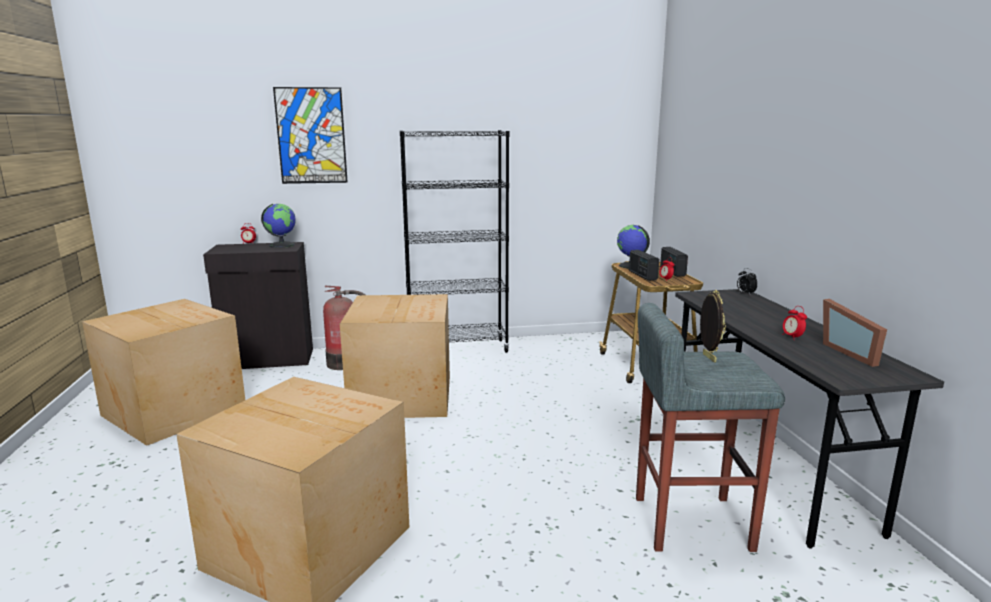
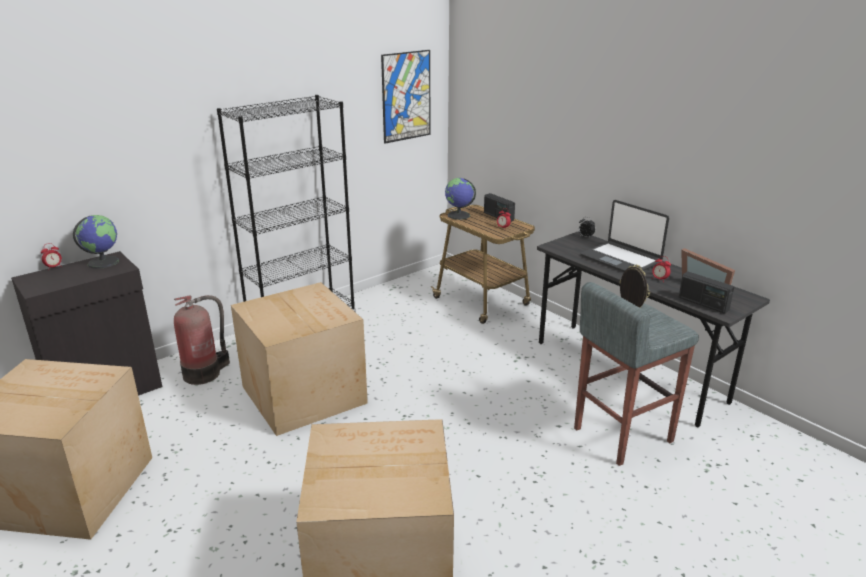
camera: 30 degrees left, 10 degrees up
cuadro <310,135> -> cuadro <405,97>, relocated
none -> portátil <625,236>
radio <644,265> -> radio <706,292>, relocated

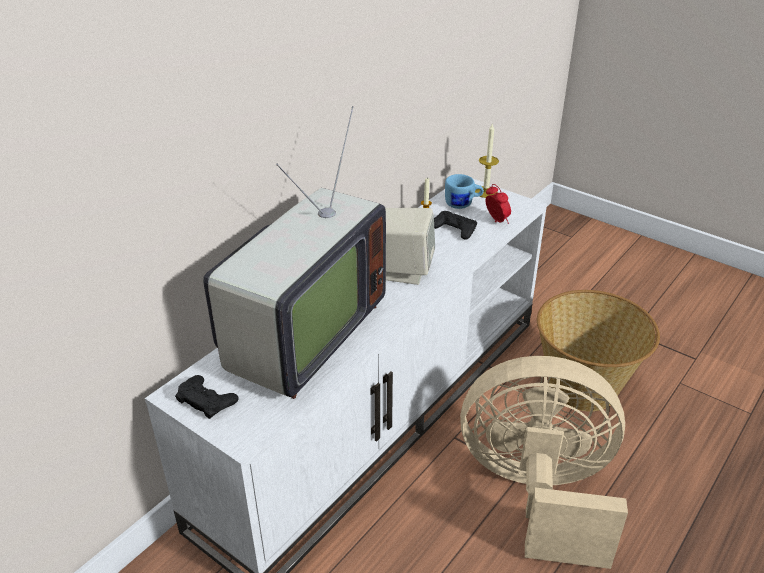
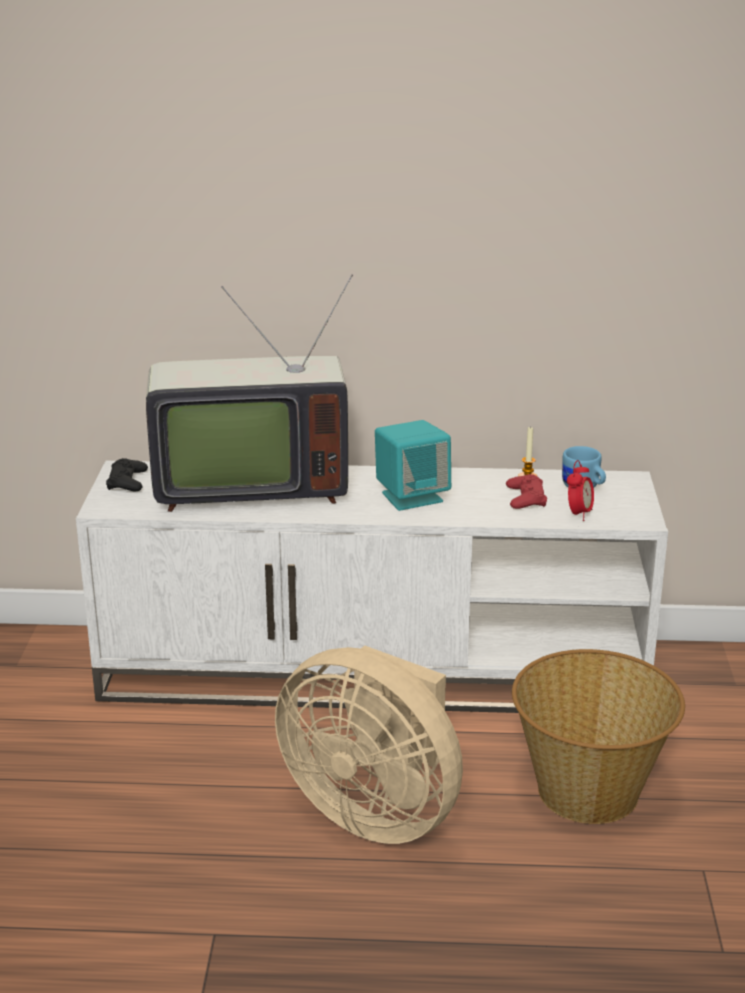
camera: 55 degrees right, 10 degrees down
ventilador [beis] <544,462> -> ventilador [beis] <369,745>, 150 degrees clockwise
altavoz [beis] <410,246> -> altavoz [turquesa] <413,465>
mando de consola [negro] <455,225> -> mando de consola [rojo] <526,491>
vela <487,161> -> none

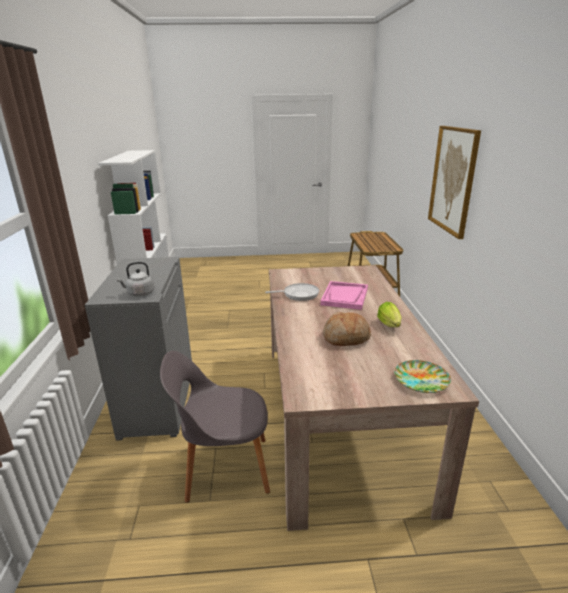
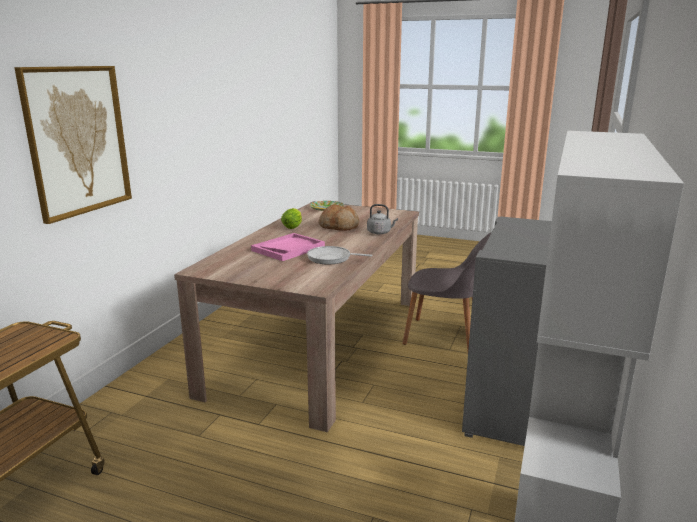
camera: 155 degrees left, 5 degrees down
hervidor [gris] <135,279> -> hervidor [gris] <382,219>, relocated

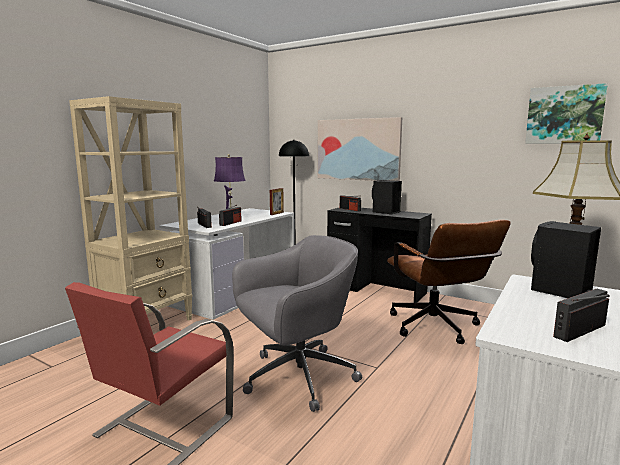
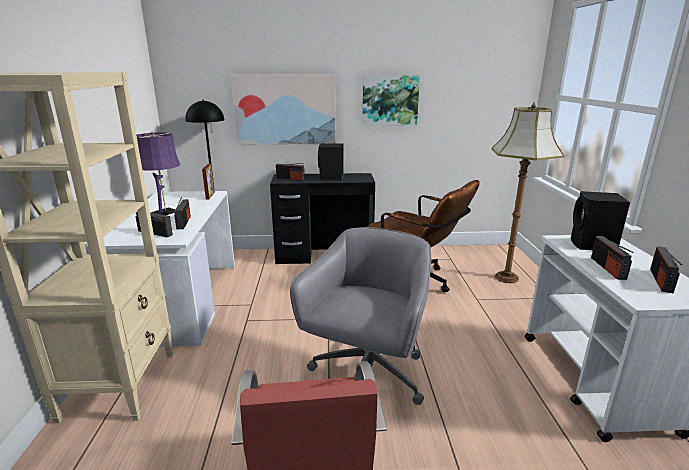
camera: 35 degrees left, 10 degrees up
cuadro <566,113> -> cuadro <391,100>, relocated
none -> radio <612,258>

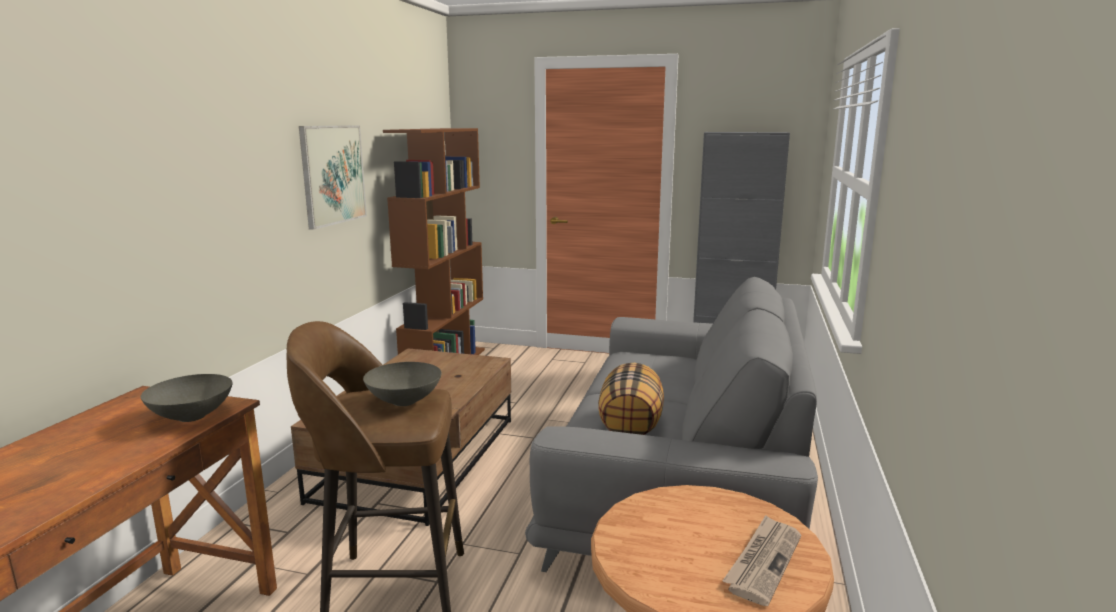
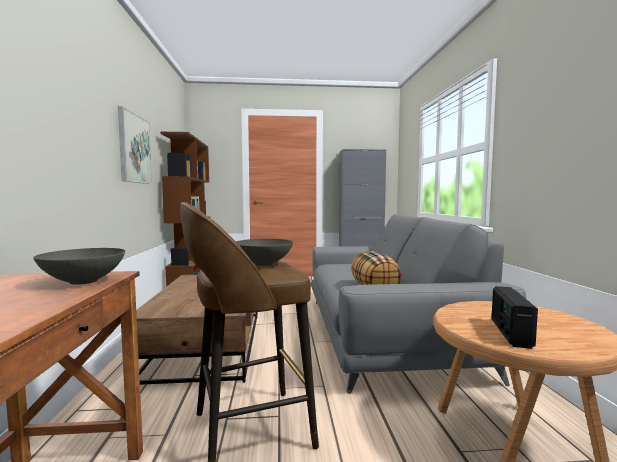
camera: 20 degrees left, 10 degrees down
none -> radio <514,317>
periódico <761,560> -> none

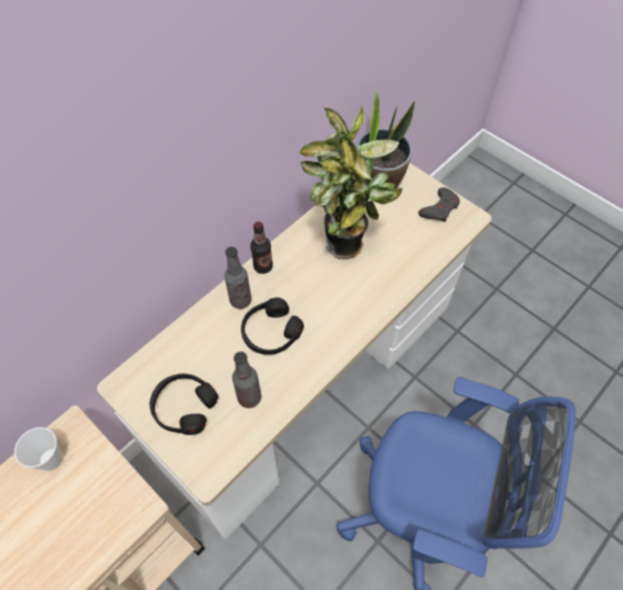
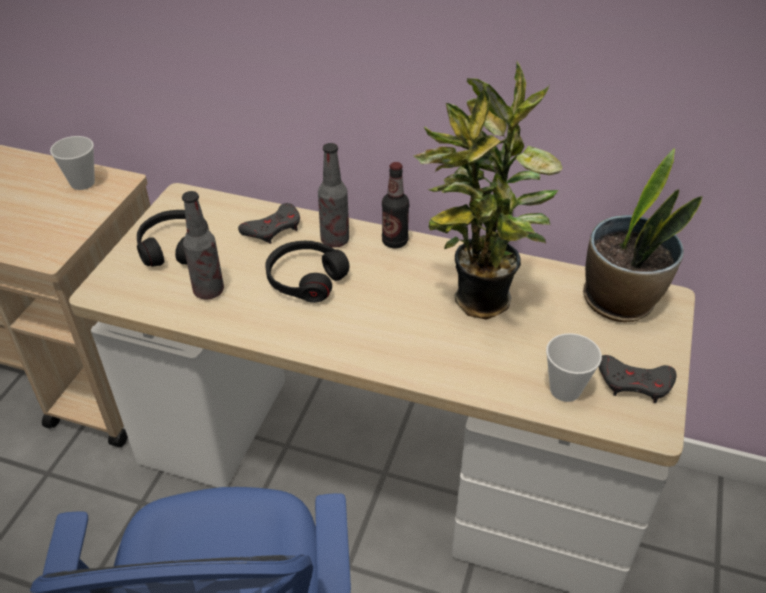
camera: 65 degrees right, 15 degrees down
none -> mando de consola [gris] <269,223>
none -> taza <574,367>

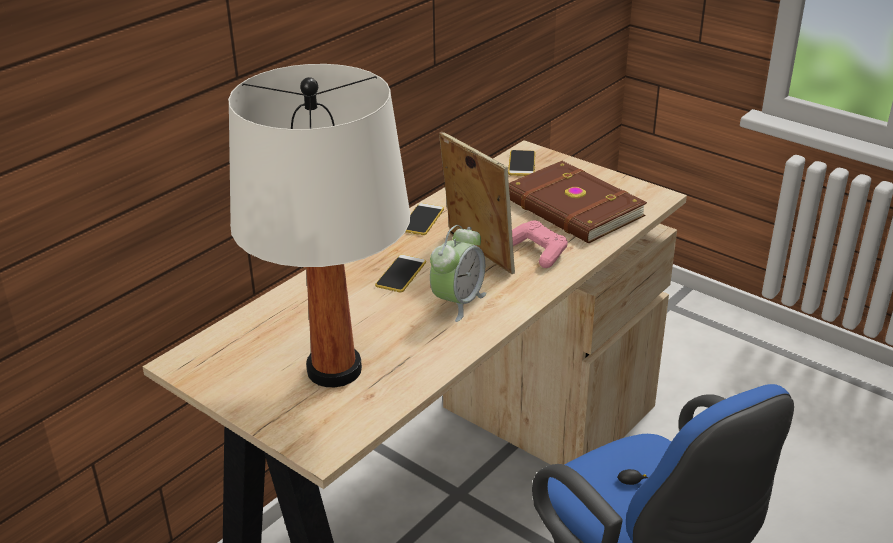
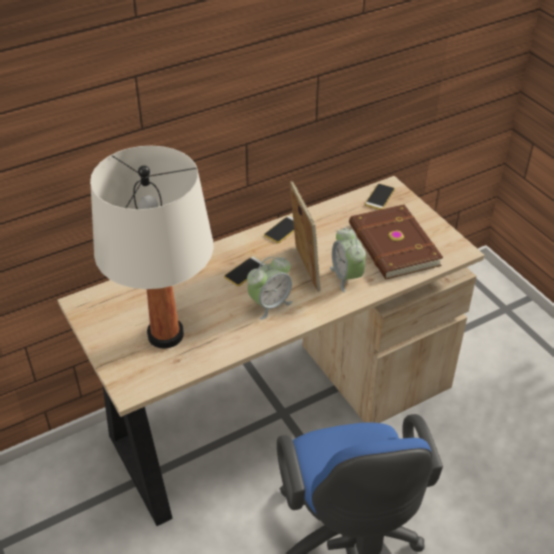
camera: 20 degrees right, 10 degrees up
mando de consola [rosa] <540,244> -> despertador <348,260>

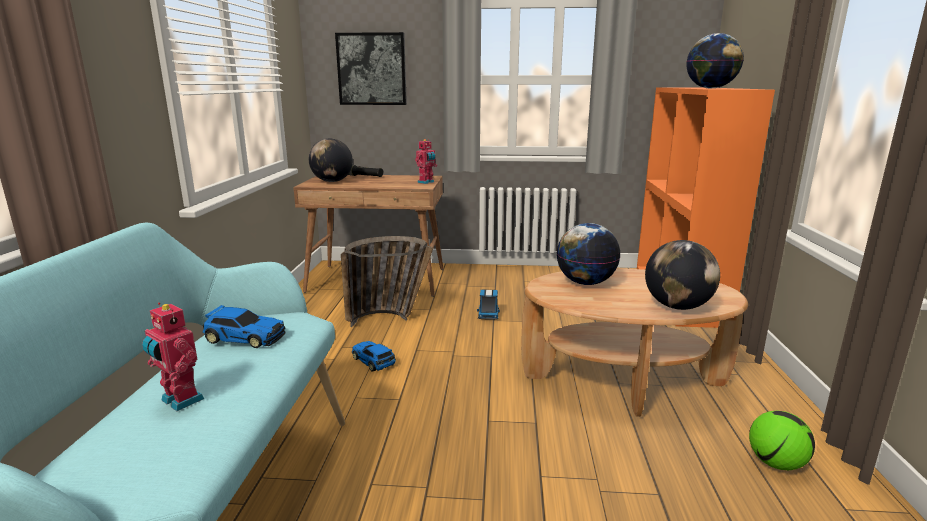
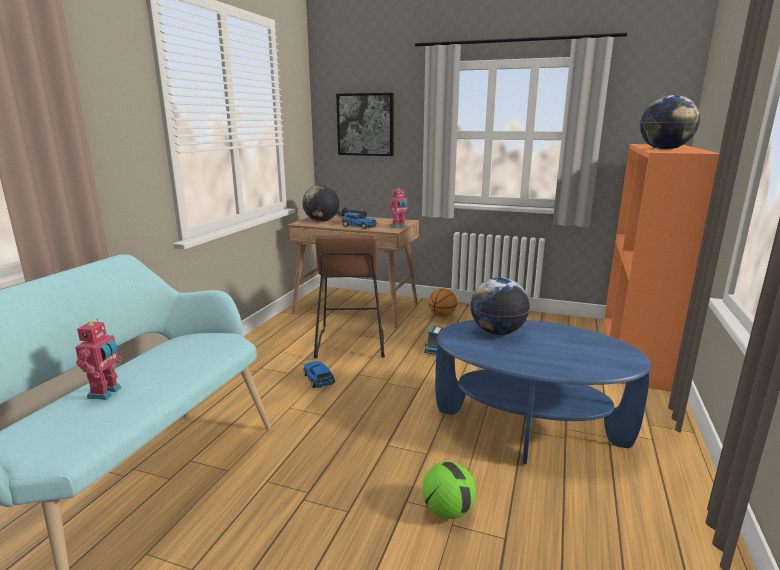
camera: 15 degrees right, 0 degrees up
robot de juguete <173,357> -> robot de juguete <98,359>, 135 degrees counterclockwise
cesta <387,281> -> taburete [marrón] <349,296>
coche de juguete <244,326> -> coche de juguete <359,220>, relocated
balón de fútbol <782,440> -> balón de fútbol <449,490>, relocated
none -> balón de baloncesto <442,302>
mesa de centro [marrón] <634,342> -> mesa de centro [azul] <543,392>
globo terráqueo <682,275> -> none

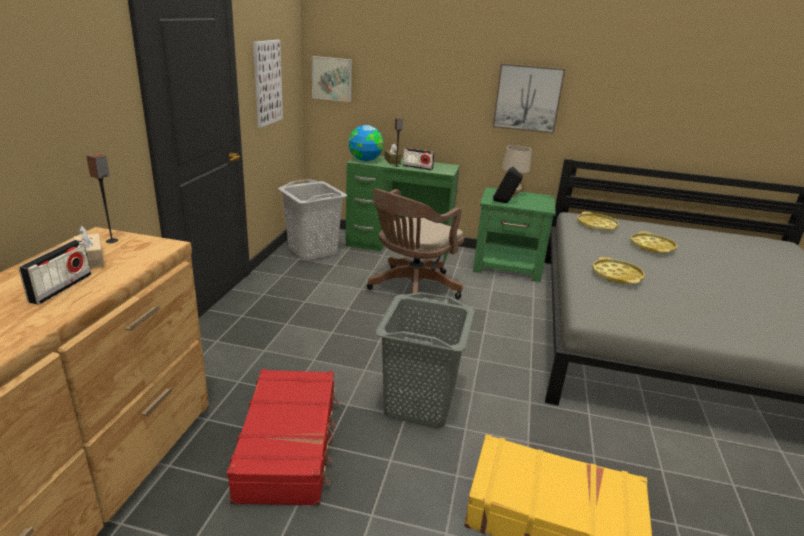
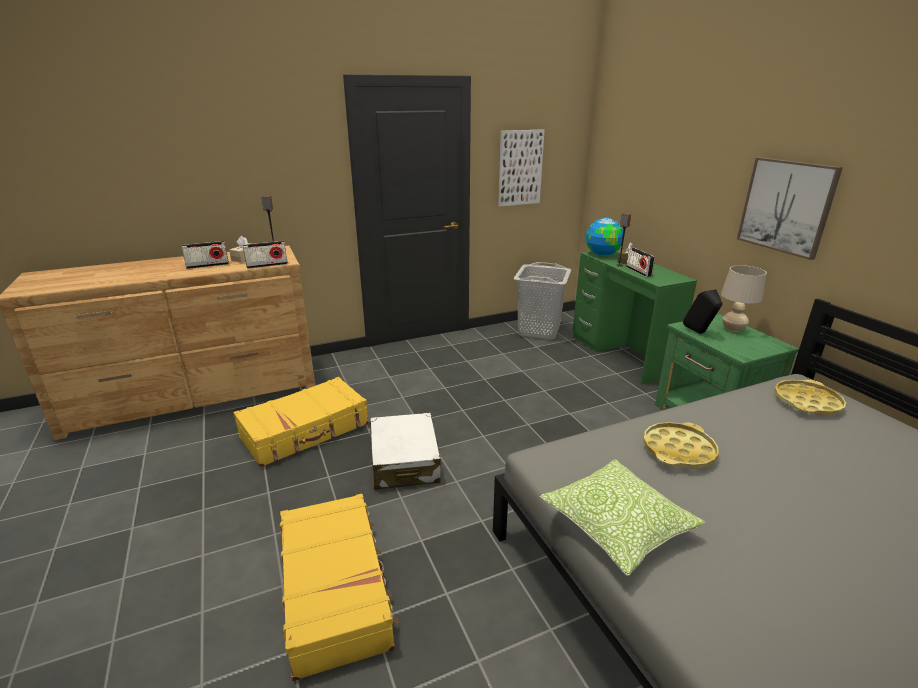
camera: 55 degrees right, 0 degrees up
maleta [rojo] <283,437> -> maleta [amarillo] <301,422>
none -> radio <265,255>
cesto de la ropa [gris] <425,360> -> maleta [blanco] <405,451>
none -> cojín <623,517>
cuadro <332,79> -> none
silla de oficina [marrón] <415,247> -> none
bandeja [amarillo] <654,243> -> none

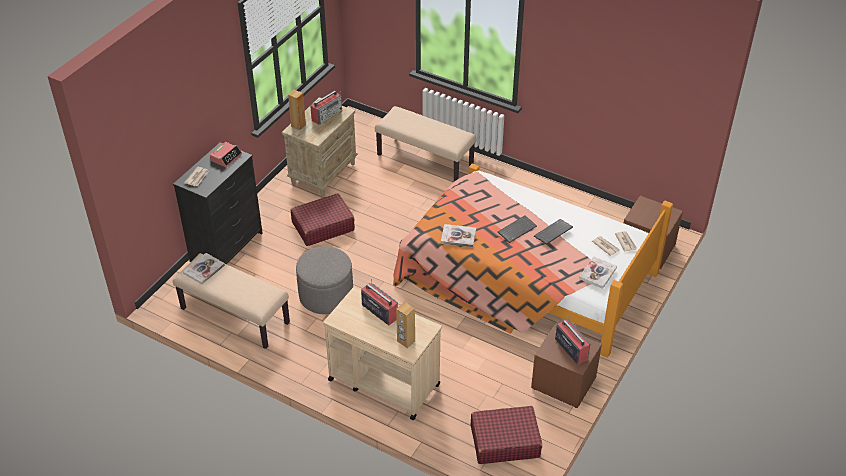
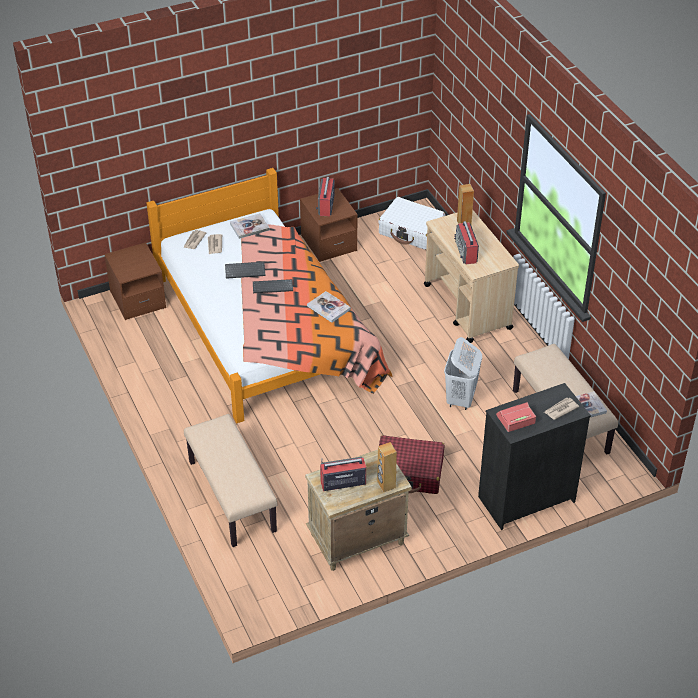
camera: 145 degrees left, 0 degrees up
maleta [rojo] <506,435> -> maleta [blanco] <411,223>
puf [gris] <324,280> -> cesto de la ropa [blanco] <463,373>

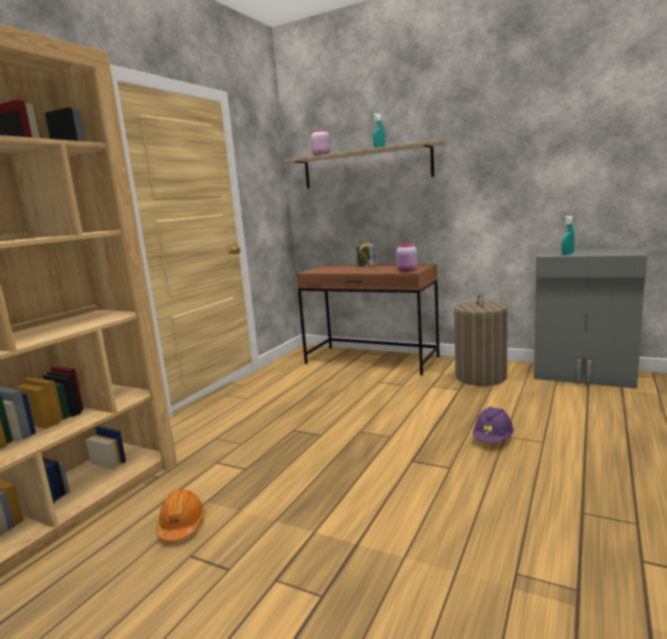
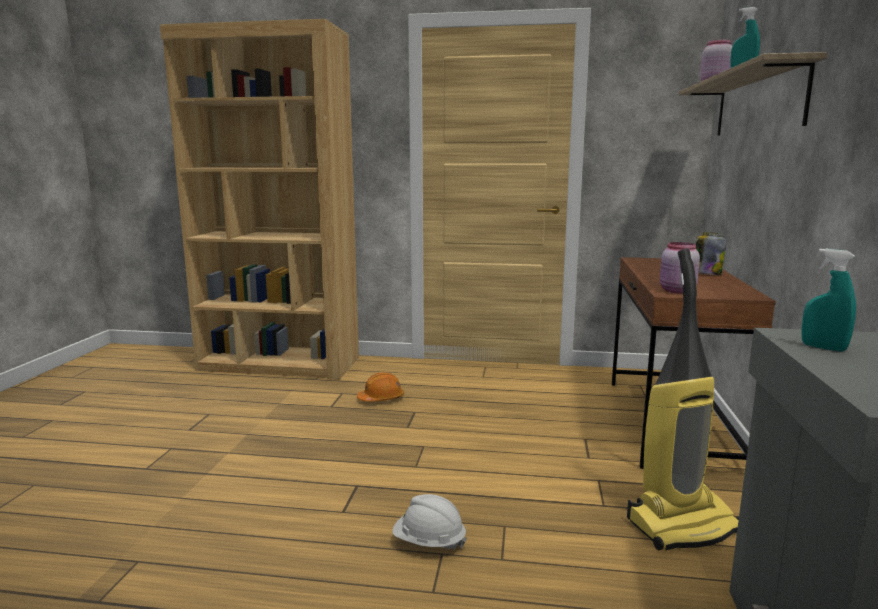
camera: 70 degrees right, 0 degrees up
casco [naranja] <181,515> -> casco [naranja] <380,387>, relocated
casco [morado] <493,425> -> casco [blanco] <429,521>
cesto de la ropa <481,340> -> aspiradora <683,399>

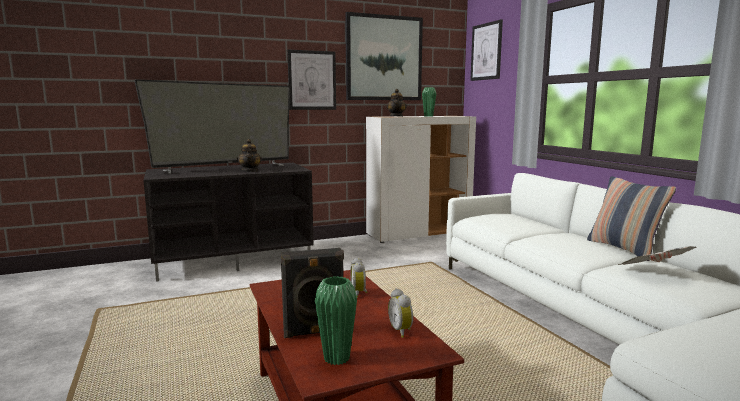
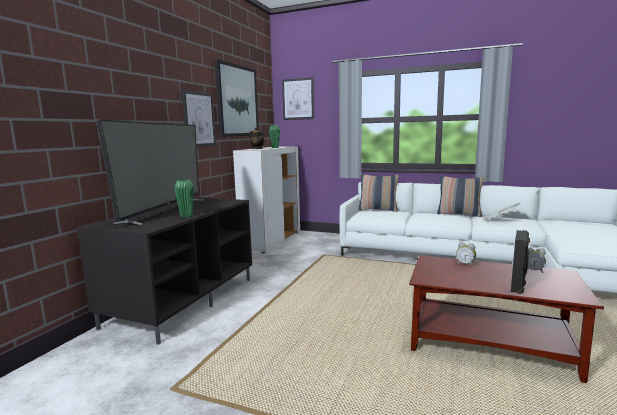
camera: 45 degrees left, 0 degrees up
florero [verde] <336,320> -> florero [verde] <184,198>, relocated
none -> cojín <378,193>
tetera <249,155> -> none

